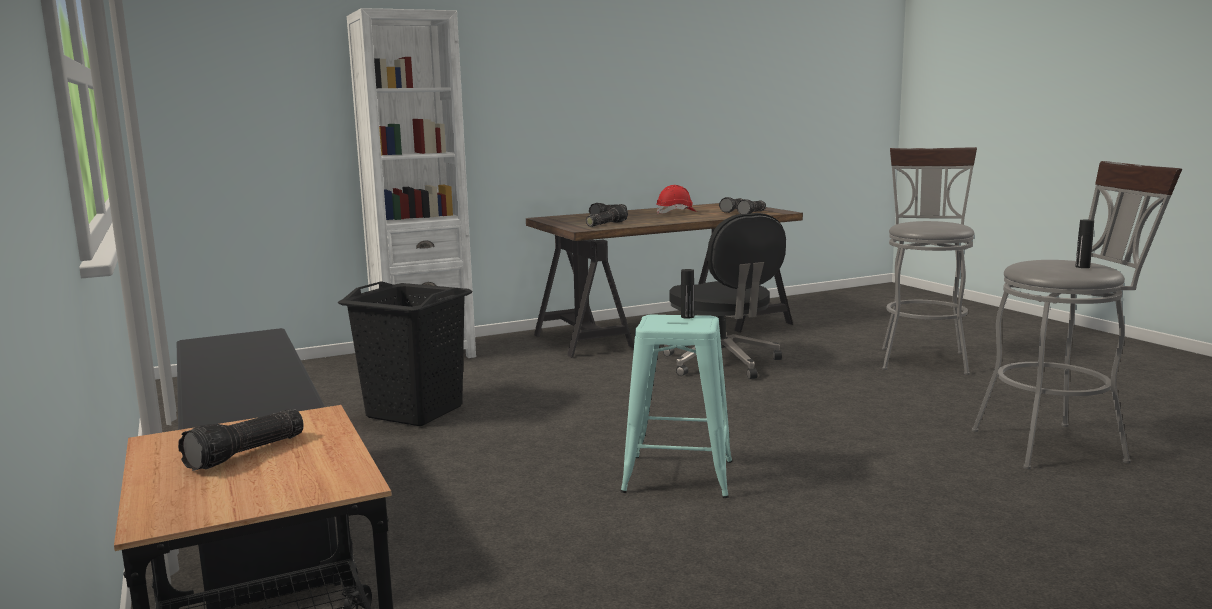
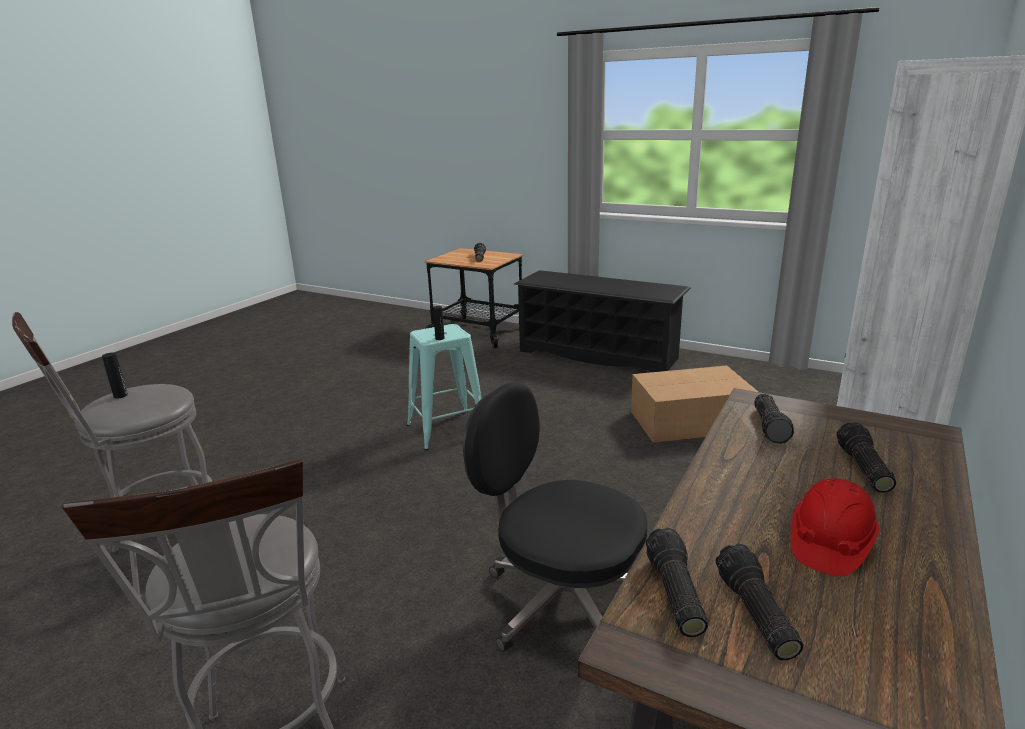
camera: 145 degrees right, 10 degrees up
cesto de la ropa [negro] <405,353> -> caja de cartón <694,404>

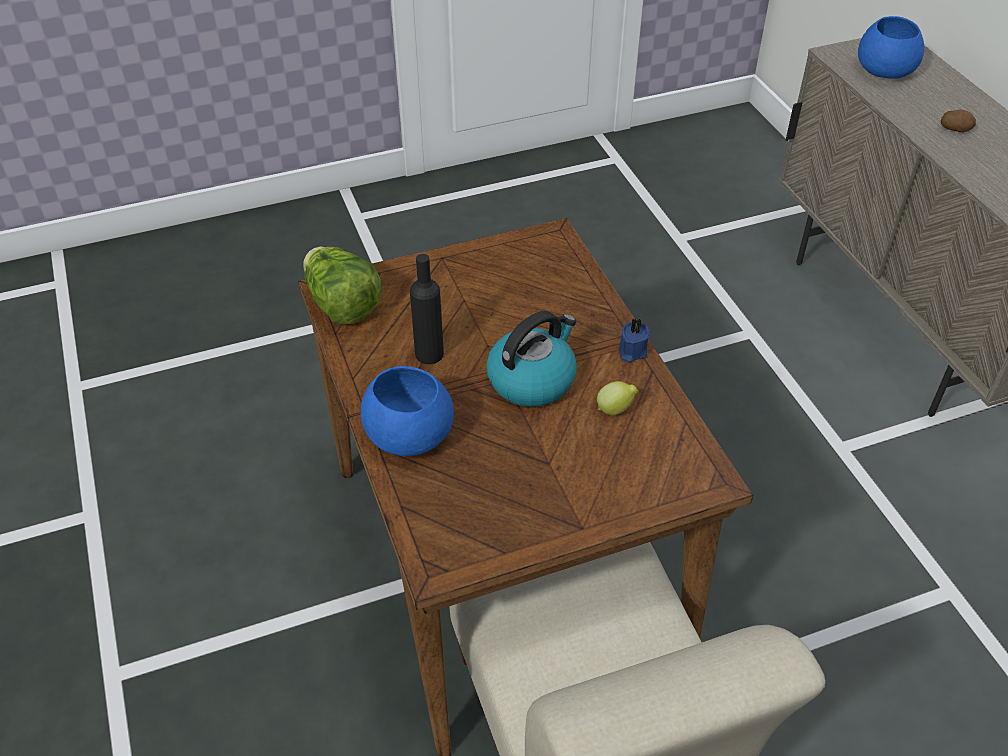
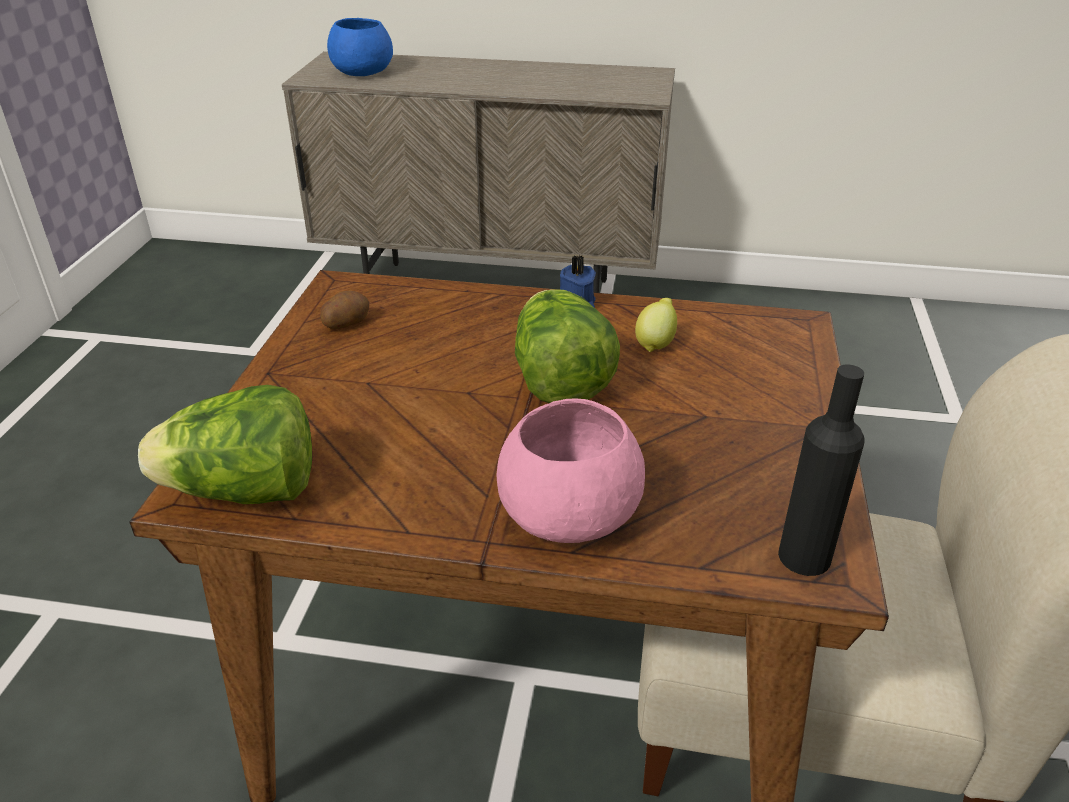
camera: 60 degrees left, 10 degrees down
patata <958,120> -> patata <344,310>, relocated
cuenco [azul] <407,411> -> cuenco [rosa] <571,471>
hervidor <531,359> -> lechuga <567,346>
botella [negro] <427,309> -> botella [negro] <821,470>, relocated

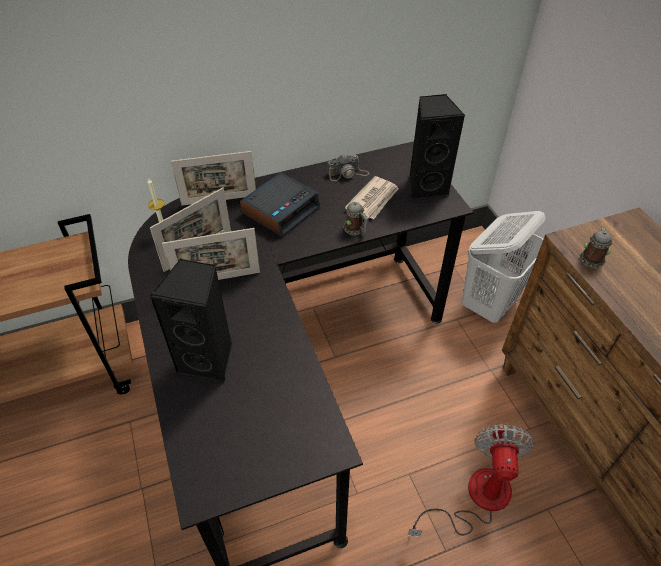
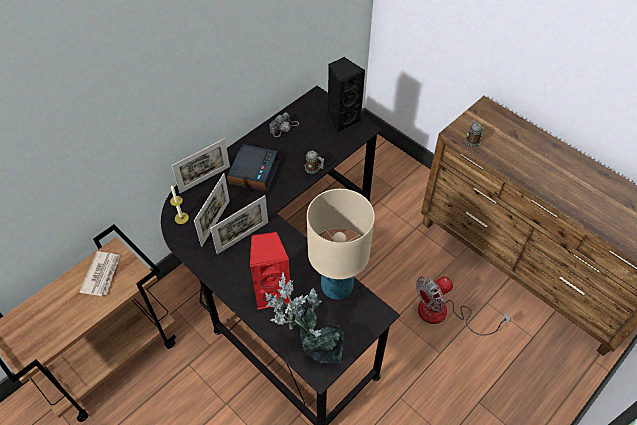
camera: 25 degrees left, 5 degrees up
periódico <372,197> -> periódico <99,273>, relocated
altavoz [negro] <190,321> -> altavoz [rojo] <270,271>
none -> planta en maceta <304,318>
none -> lámpara de mesa [beis] <341,244>
ventilador <471,481> -> ventilador <463,305>, 105 degrees counterclockwise
cesto de la ropa [blanco] <504,267> -> none

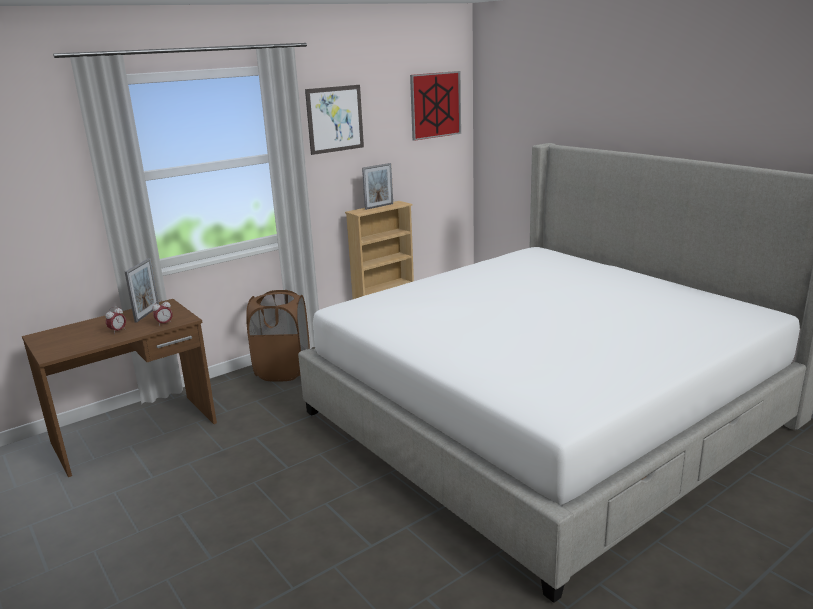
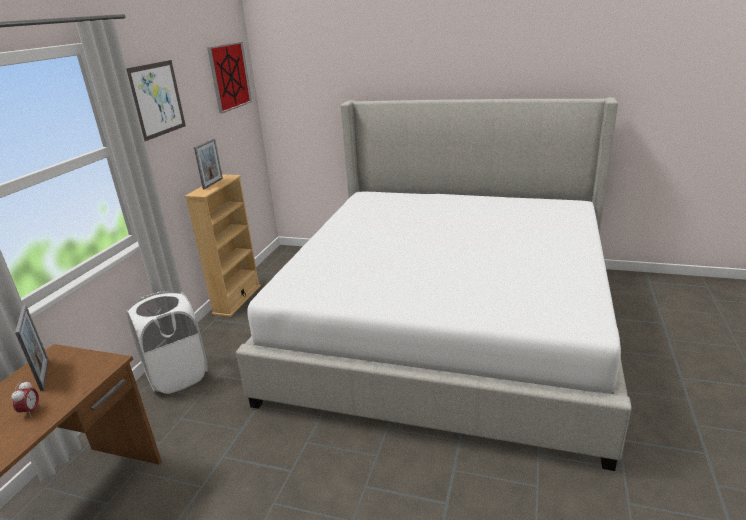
camera: 35 degrees left, 5 degrees up
cesto de la ropa [marrón] <278,336> -> cesto de la ropa [blanco] <167,342>
despertador <162,313> -> none

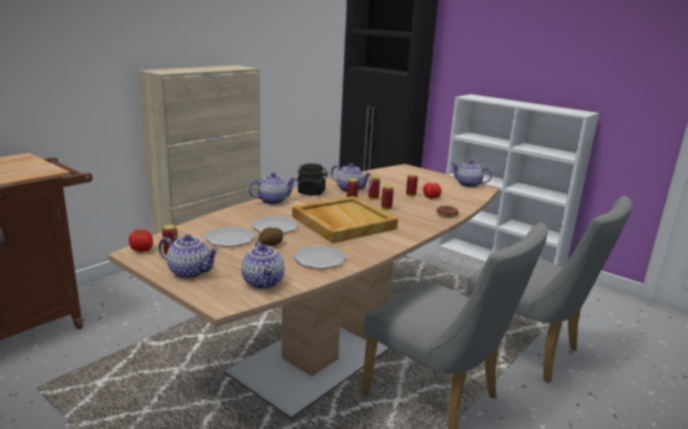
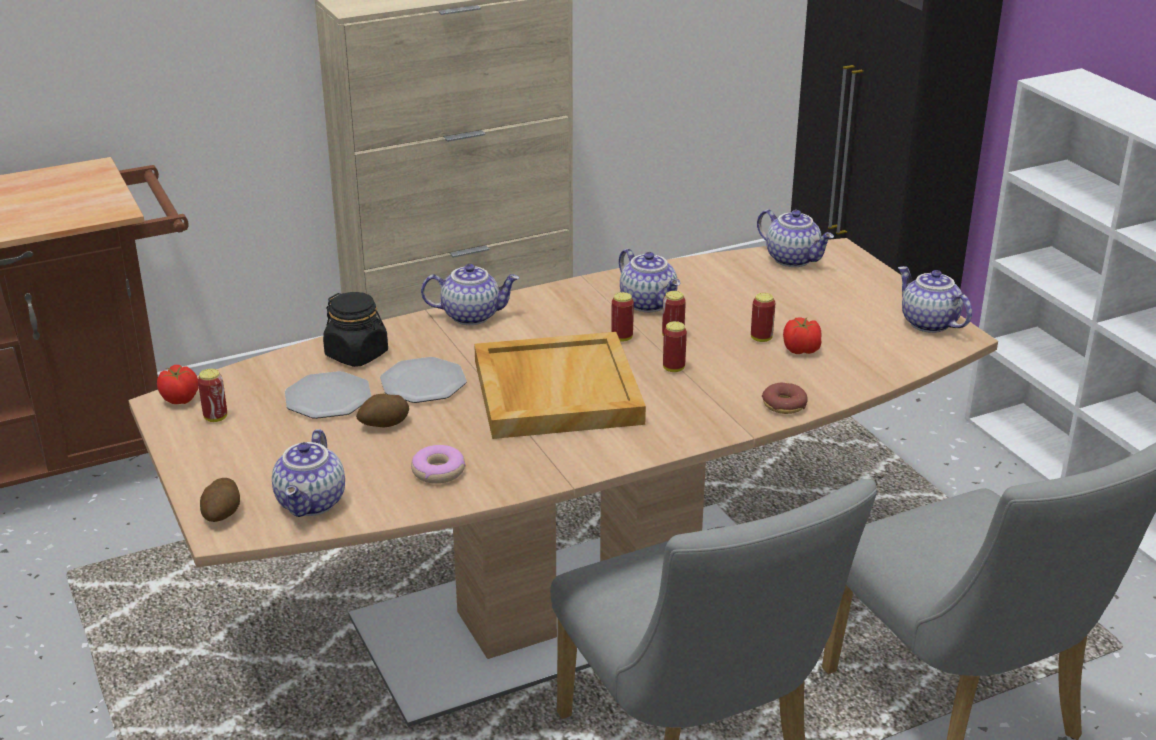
camera: 25 degrees right, 10 degrees up
none -> patata <220,500>
tarro [negro] <312,179> -> tarro [negro] <355,329>, relocated
plato <319,257> -> rosquilla <438,464>
tetera <188,256> -> tetera <795,238>, relocated

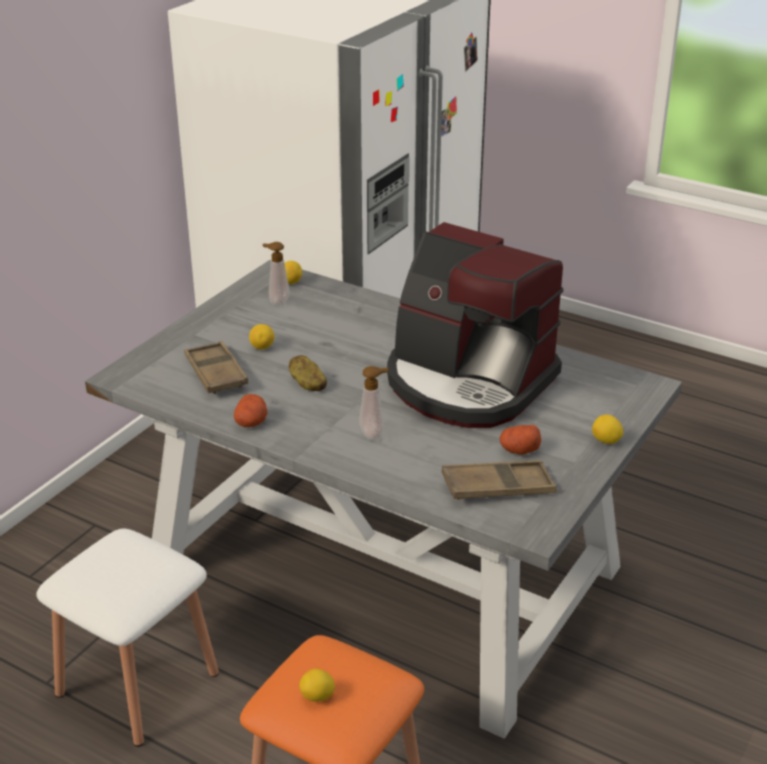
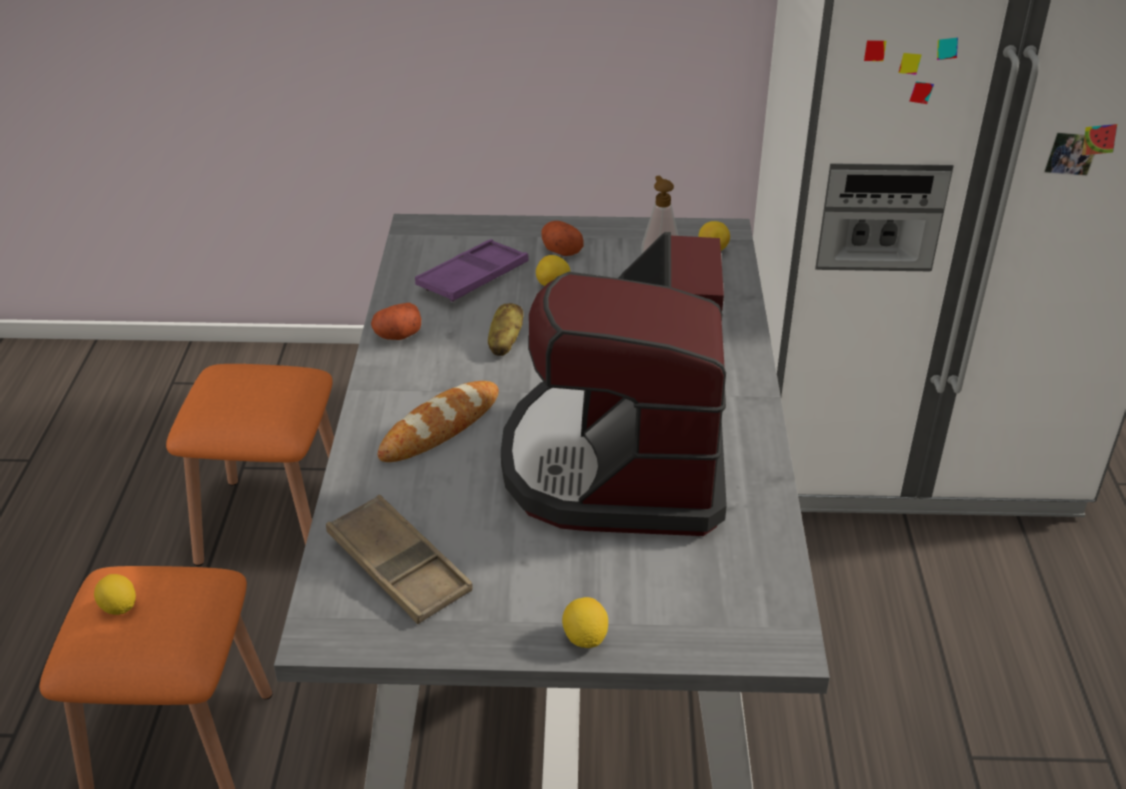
camera: 60 degrees right, 5 degrees up
taburete [blanco] <127,637> -> taburete [naranja] <250,465>
dispensador de jabón <373,403> -> pan <438,421>
bandeja [marrón] <216,367> -> bandeja [morado] <472,270>
patata <520,440> -> patata <562,238>, relocated

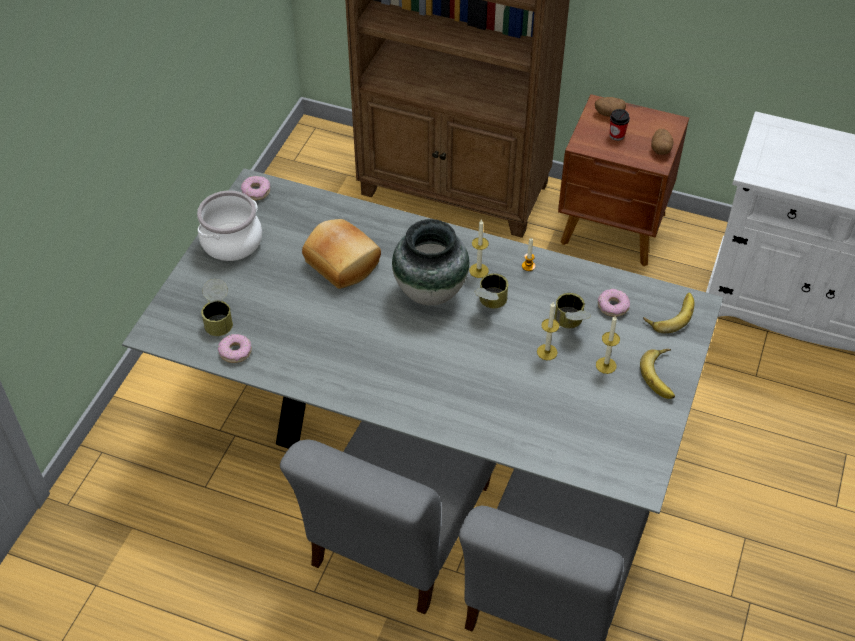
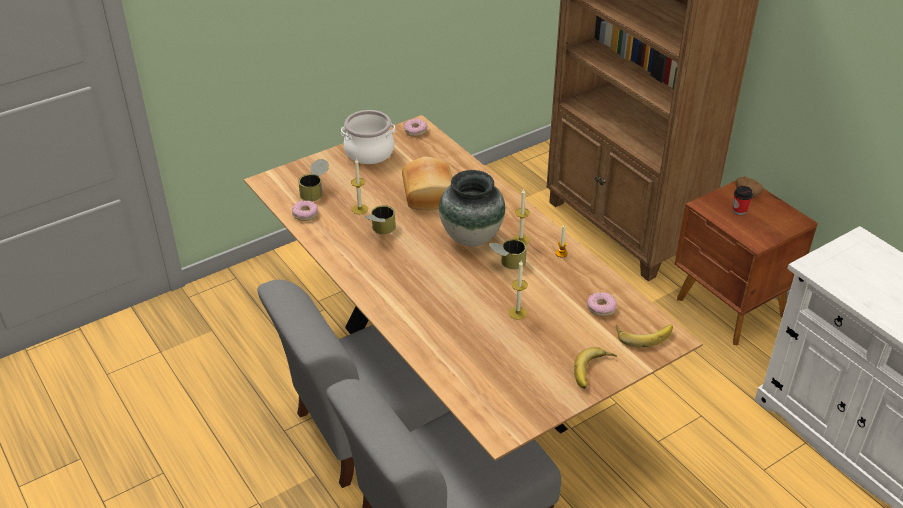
camera: 35 degrees right, 10 degrees down
mesa de comedor [gris] <422,341> -> mesa de comedor [marrón] <473,288>
vela <608,345> -> vela <359,186>, relocated
lata <572,310> -> lata <380,219>, relocated
patata <662,142> -> none

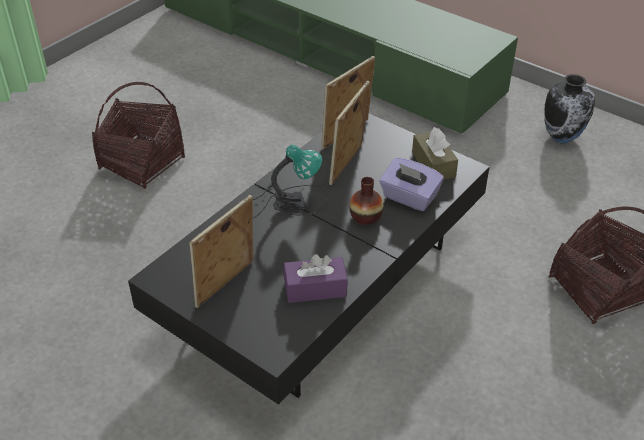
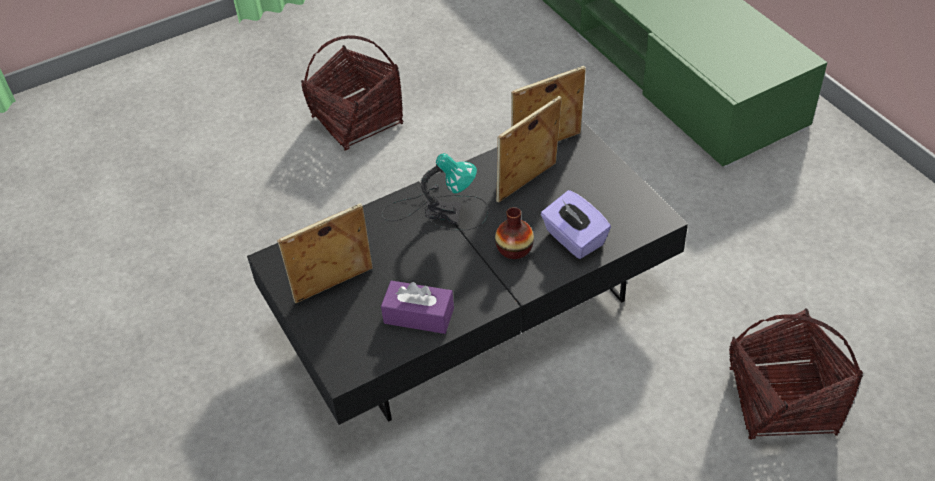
camera: 25 degrees right, 5 degrees up
caja de pañuelos [marrón] <435,153> -> none
florero <569,108> -> none

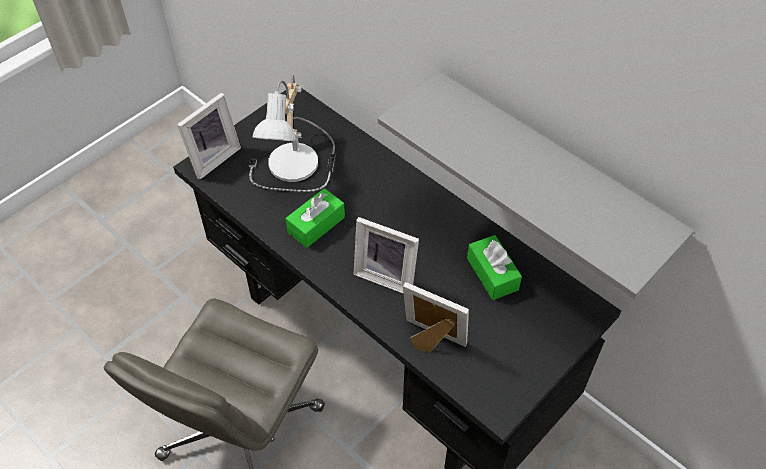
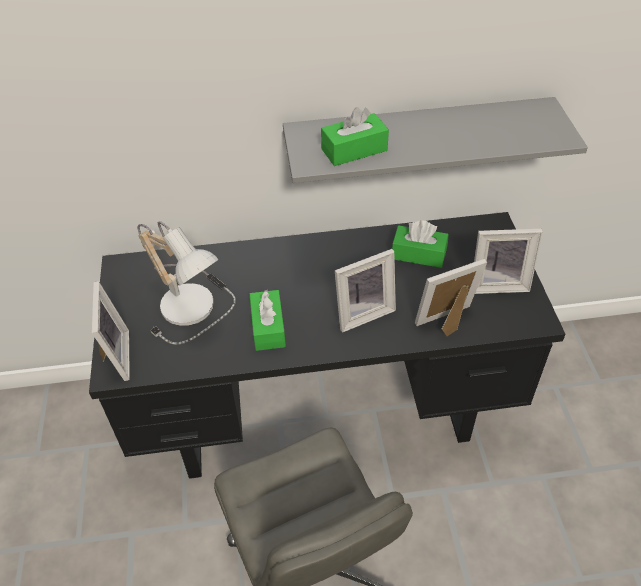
camera: 50 degrees left, 5 degrees down
none -> caja de pañuelos [verde] <355,136>
none -> portarretratos <508,261>

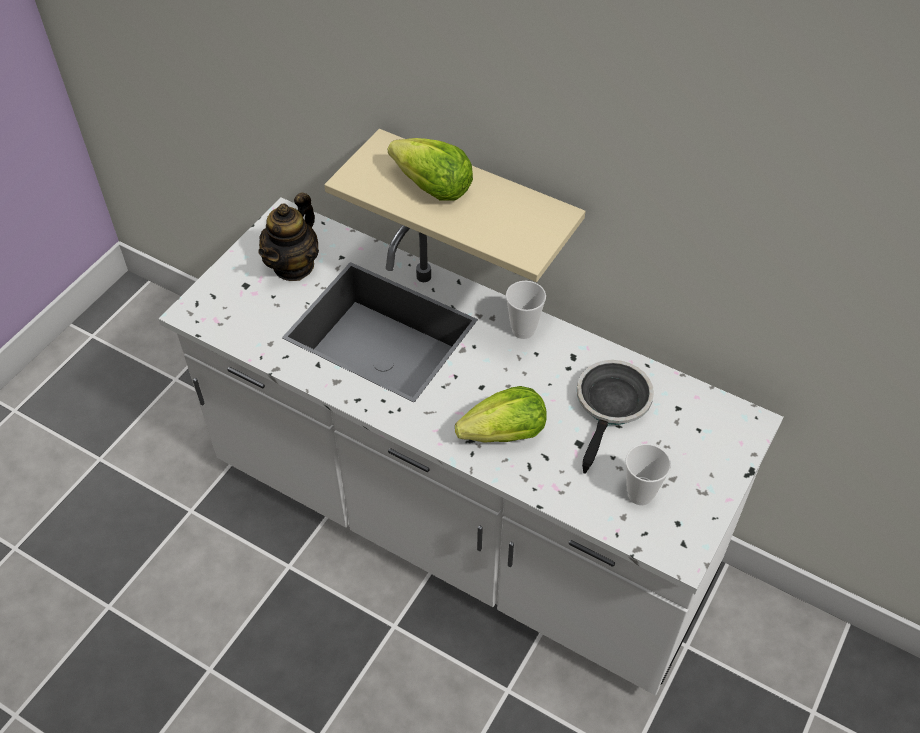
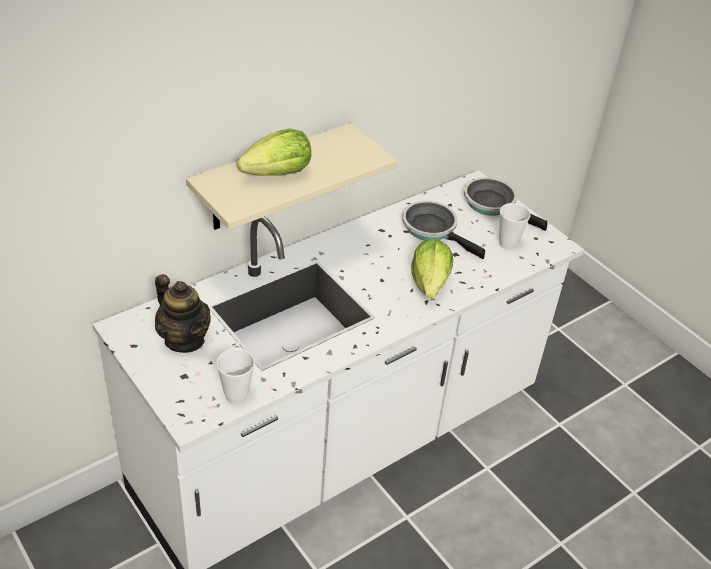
camera: 70 degrees left, 10 degrees down
taza <526,310> -> taza <235,376>, relocated
none -> sartén <506,204>

